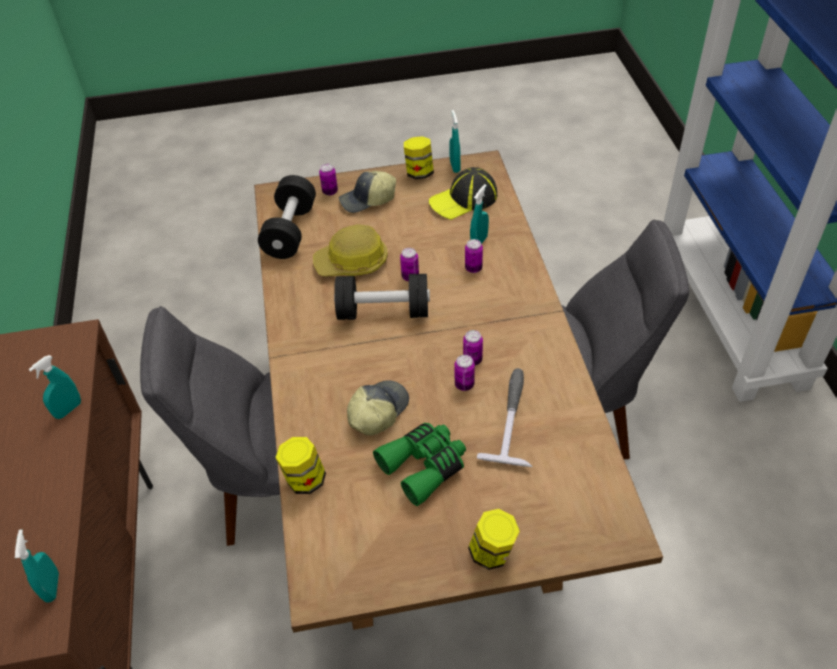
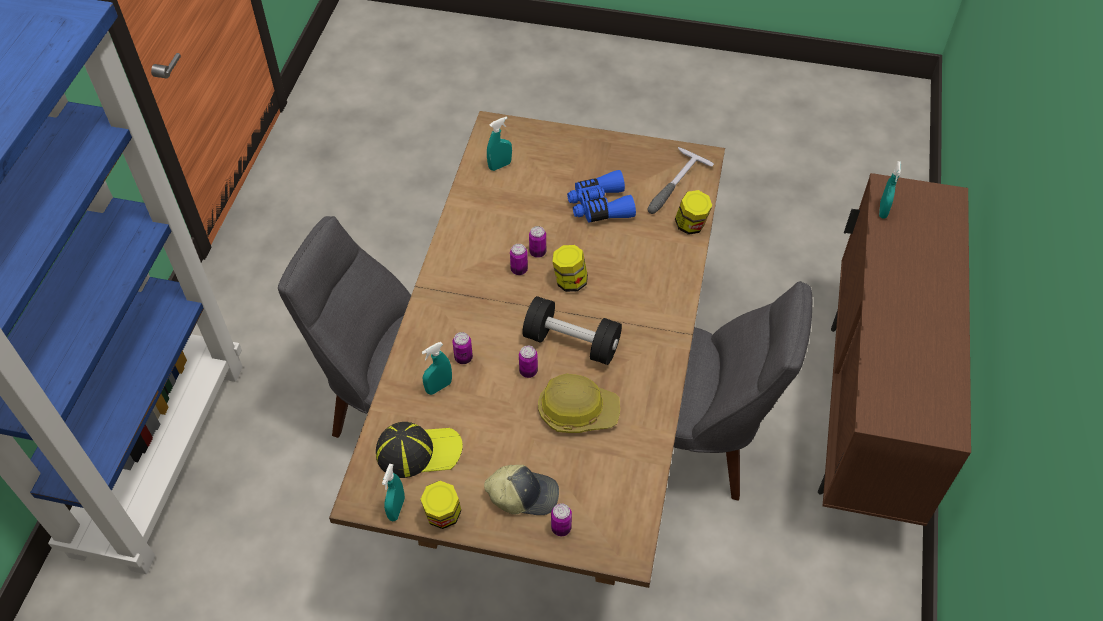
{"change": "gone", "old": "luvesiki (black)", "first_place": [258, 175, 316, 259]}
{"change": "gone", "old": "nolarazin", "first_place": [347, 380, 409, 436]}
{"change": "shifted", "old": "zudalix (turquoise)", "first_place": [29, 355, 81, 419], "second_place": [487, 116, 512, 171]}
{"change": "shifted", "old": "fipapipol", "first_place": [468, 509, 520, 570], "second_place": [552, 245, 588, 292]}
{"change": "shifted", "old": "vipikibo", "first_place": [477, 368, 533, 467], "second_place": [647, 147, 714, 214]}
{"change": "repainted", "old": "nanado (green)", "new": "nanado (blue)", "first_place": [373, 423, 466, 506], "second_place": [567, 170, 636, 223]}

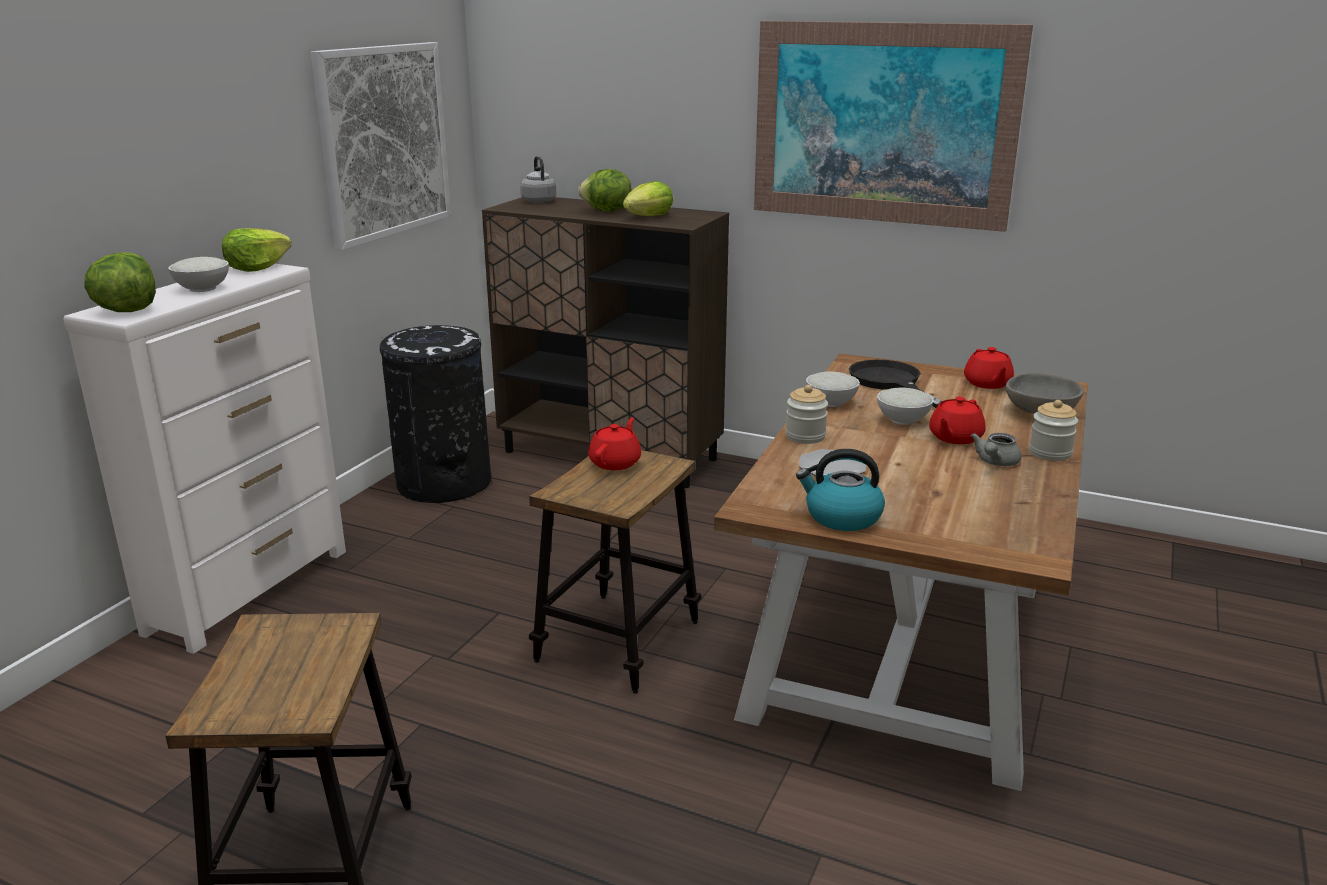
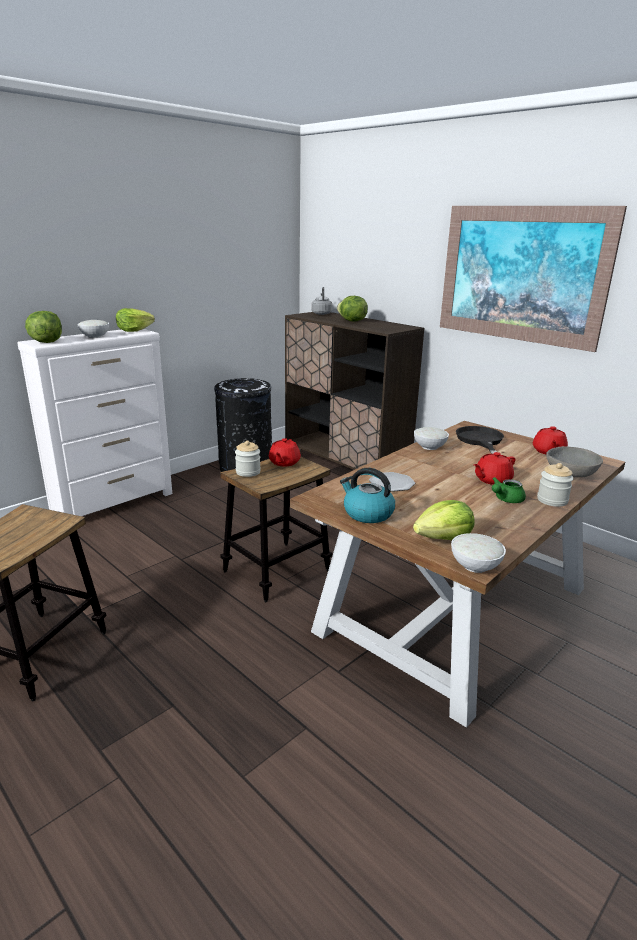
{"change": "gone", "old": "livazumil", "first_place": [311, 42, 451, 250]}
{"change": "shifted", "old": "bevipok", "first_place": [623, 181, 673, 216], "second_place": [413, 500, 474, 540]}
{"change": "shifted", "old": "fipapipol", "first_place": [786, 385, 828, 444], "second_place": [235, 441, 261, 477]}
{"change": "shifted", "old": "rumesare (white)", "first_place": [877, 388, 934, 425], "second_place": [451, 533, 506, 573]}
{"change": "repainted", "old": "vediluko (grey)", "new": "vediluko (green)", "first_place": [971, 433, 1021, 466], "second_place": [492, 477, 526, 503]}
{"change": "rotated", "old": "vediluko (red)", "first_place": [588, 418, 641, 470], "second_place": [269, 438, 301, 466], "degrees": 150}

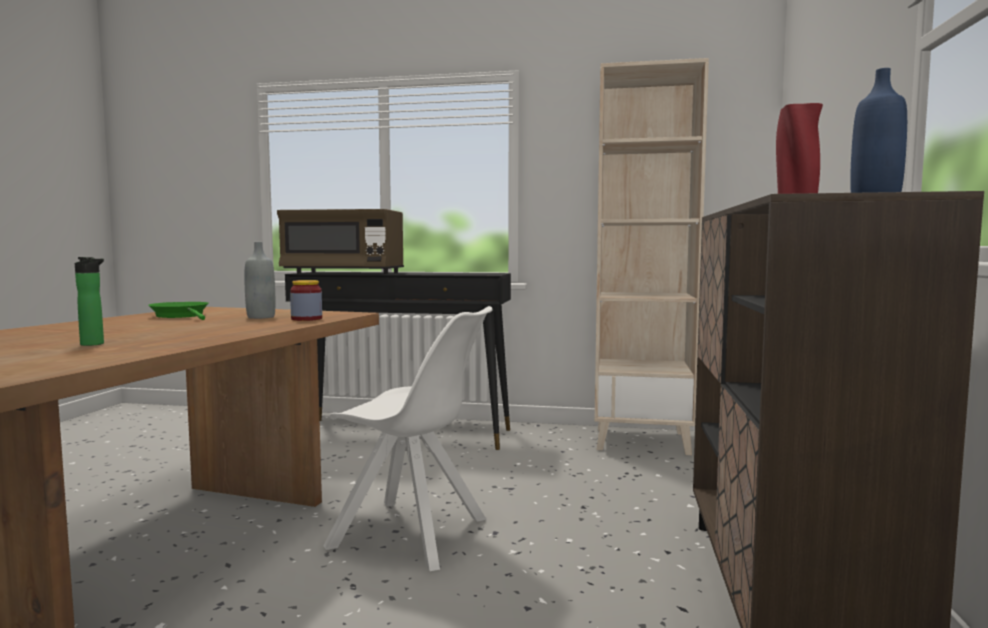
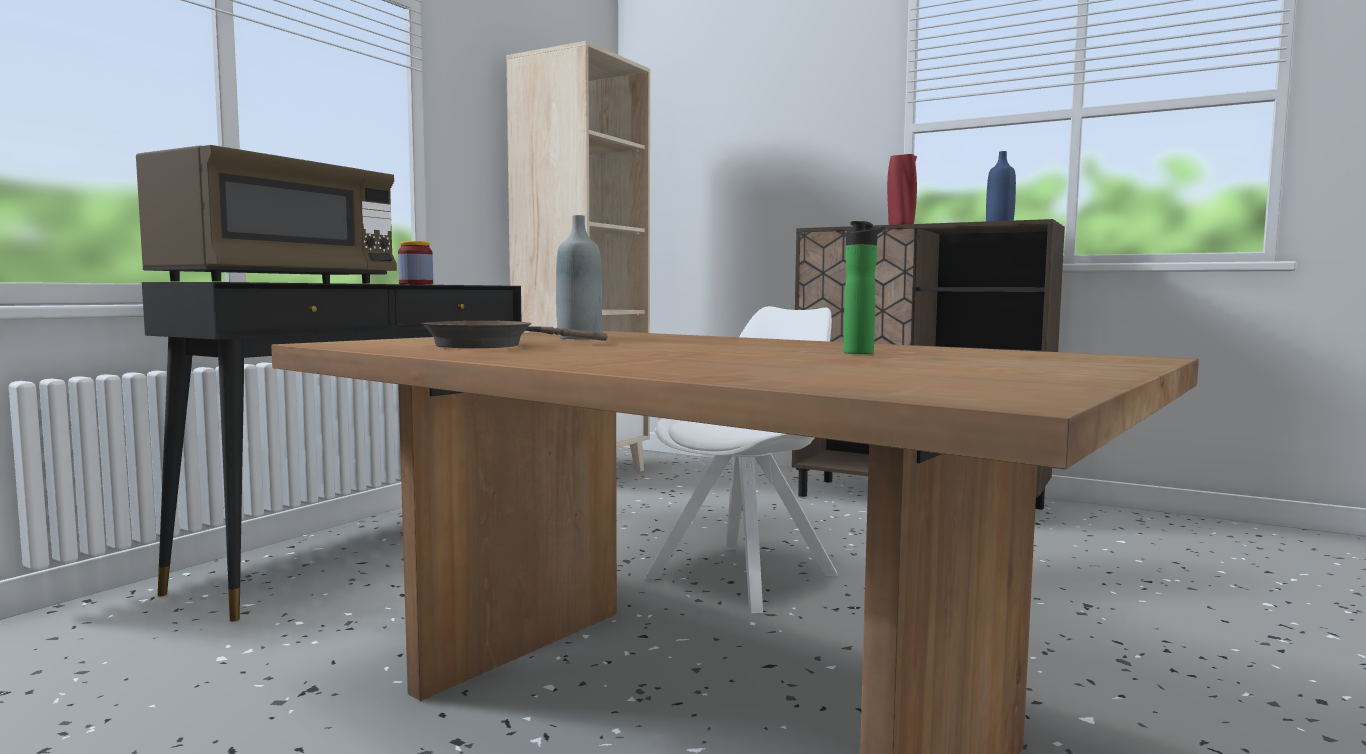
{"change": "shifted", "old": "fipapipol", "first_place": [290, 280, 322, 321], "second_place": [398, 241, 433, 284]}
{"change": "repainted", "old": "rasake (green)", "new": "rasake (brown)", "first_place": [148, 302, 209, 320], "second_place": [422, 321, 607, 348]}

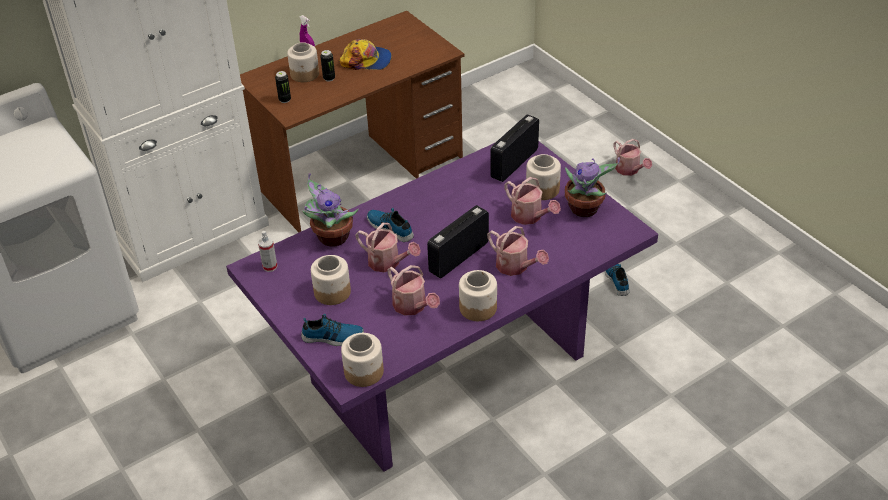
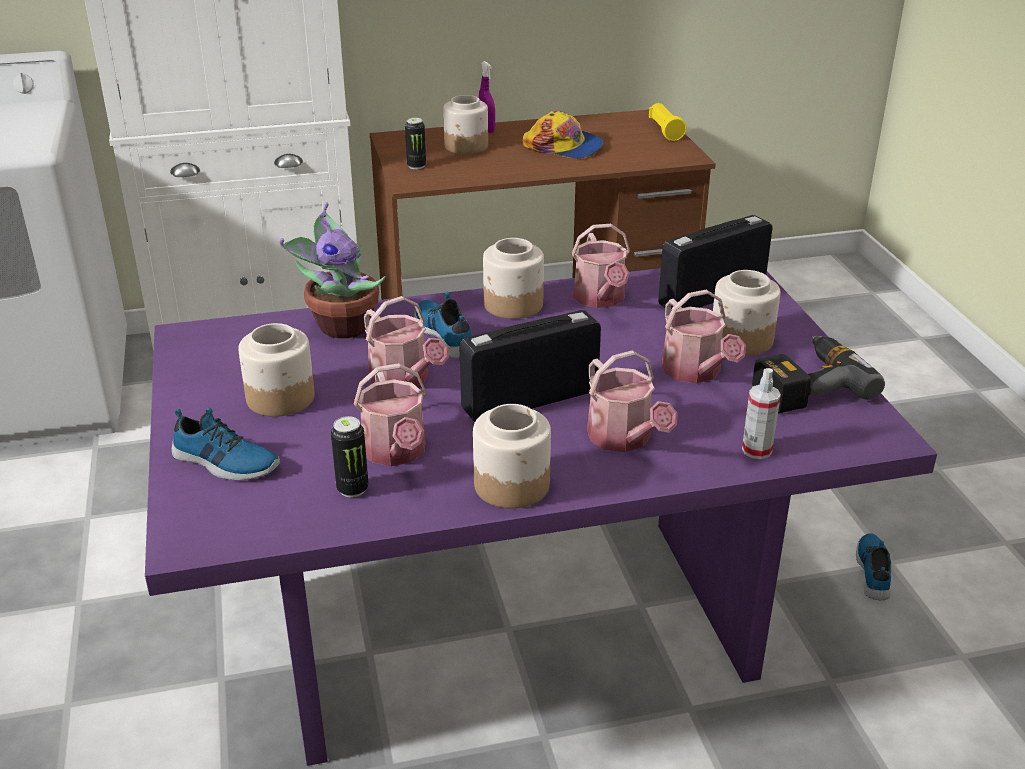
{"change": "new", "new": "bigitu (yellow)", "second_place": [649, 103, 687, 141]}
{"change": "shifted", "old": "zudalix", "first_place": [258, 231, 277, 272], "second_place": [742, 368, 781, 459]}
{"change": "shifted", "old": "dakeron", "first_place": [320, 50, 335, 82], "second_place": [331, 416, 369, 497]}
{"change": "shifted", "old": "fipapipol", "first_place": [341, 333, 384, 387], "second_place": [483, 238, 544, 319]}
{"change": "shifted", "old": "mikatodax", "first_place": [614, 139, 652, 176], "second_place": [572, 224, 630, 308]}
{"change": "swapped", "old": "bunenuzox", "new": "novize", "first_place": [565, 157, 620, 217], "second_place": [752, 335, 885, 413]}

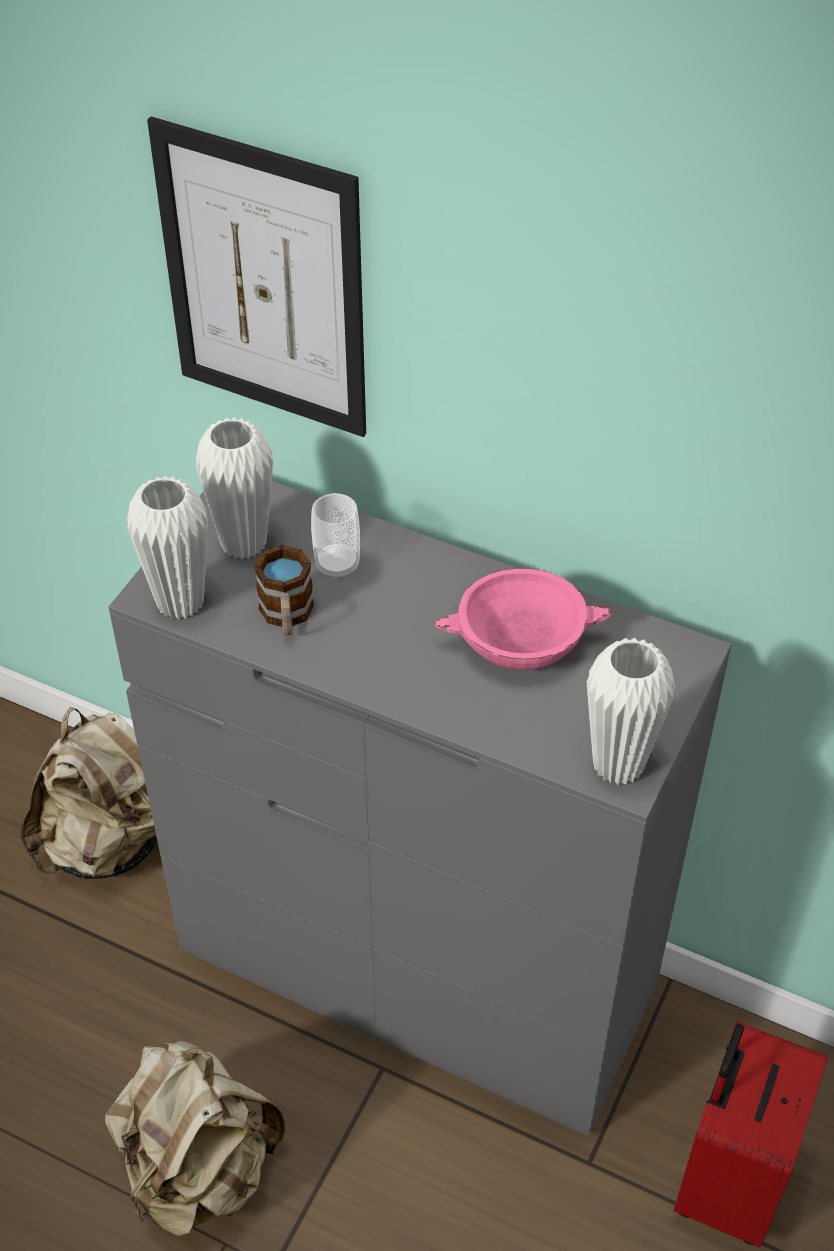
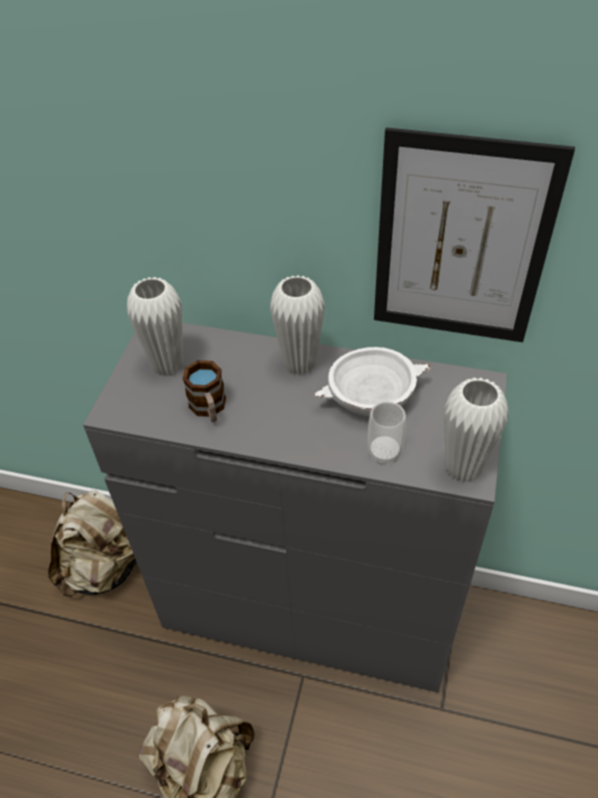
{"change": "gone", "old": "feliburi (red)", "first_place": [674, 1021, 827, 1248]}
{"change": "shifted", "old": "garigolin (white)", "first_place": [127, 476, 208, 620], "second_place": [270, 275, 325, 376]}
{"change": "shifted", "old": "livazumil", "first_place": [147, 116, 366, 437], "second_place": [374, 127, 575, 342]}
{"change": "shifted", "old": "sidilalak", "first_place": [311, 493, 360, 578], "second_place": [368, 402, 406, 465]}
{"change": "repainted", "old": "rumesare (pink)", "new": "rumesare (white)", "first_place": [434, 569, 612, 670], "second_place": [314, 347, 431, 416]}

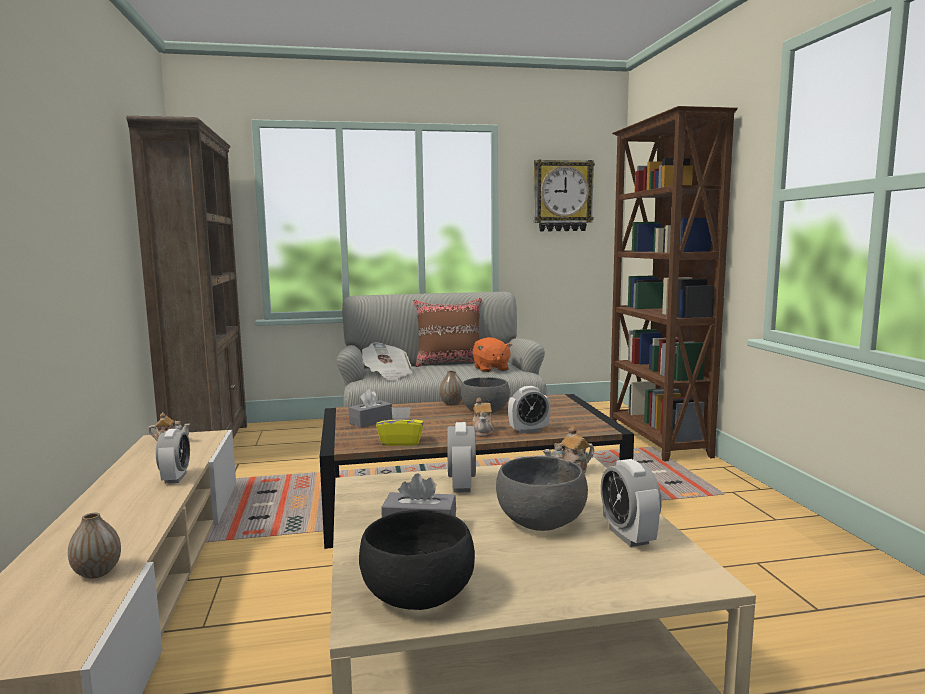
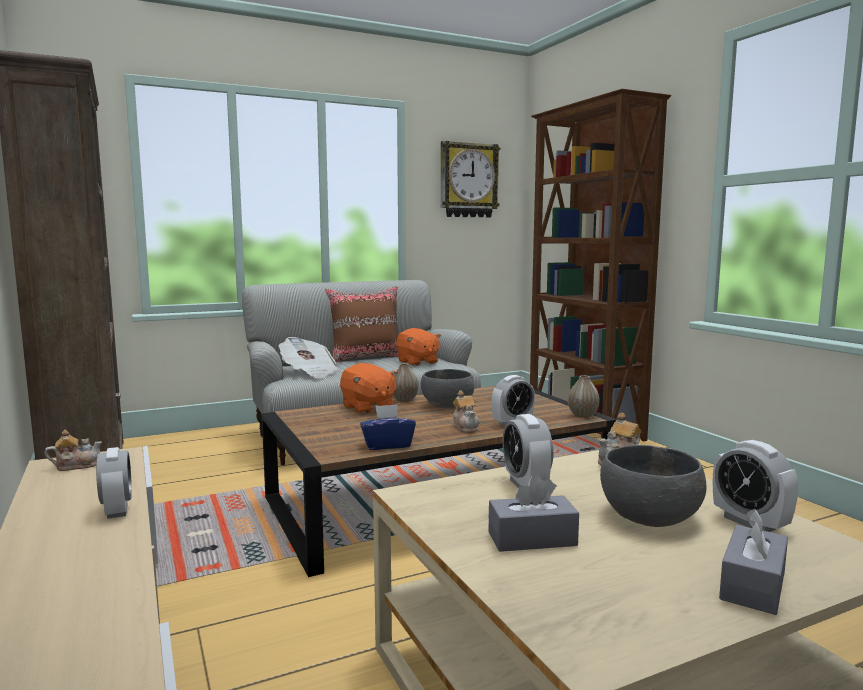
{"change": "gone", "old": "rumesare (black)", "first_place": [359, 510, 475, 610]}
{"change": "new", "new": "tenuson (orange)", "second_place": [340, 363, 398, 414]}
{"change": "shifted", "old": "garigolin", "first_place": [68, 513, 121, 579], "second_place": [568, 375, 599, 418]}
{"change": "shifted", "old": "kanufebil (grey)", "first_place": [349, 389, 392, 428], "second_place": [719, 509, 788, 615]}
{"change": "repainted", "old": "kanufebil (yellow)", "new": "kanufebil (blue)", "first_place": [376, 407, 424, 446], "second_place": [360, 404, 416, 450]}

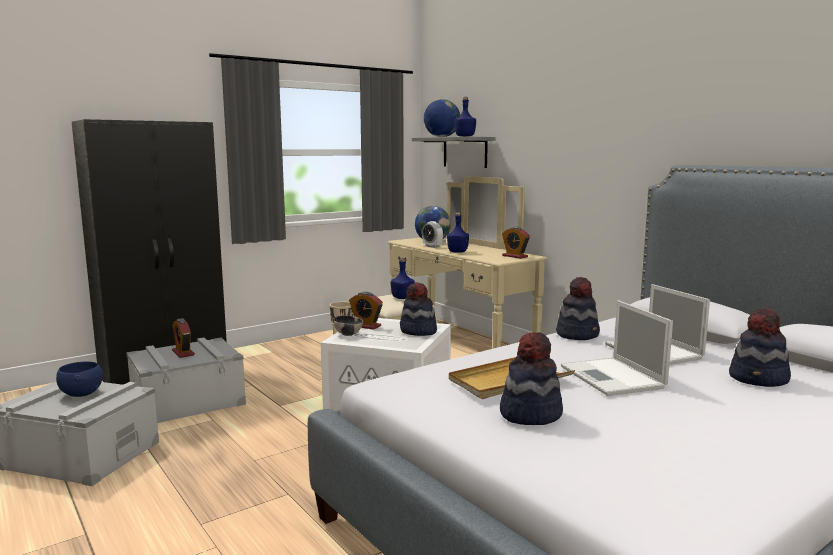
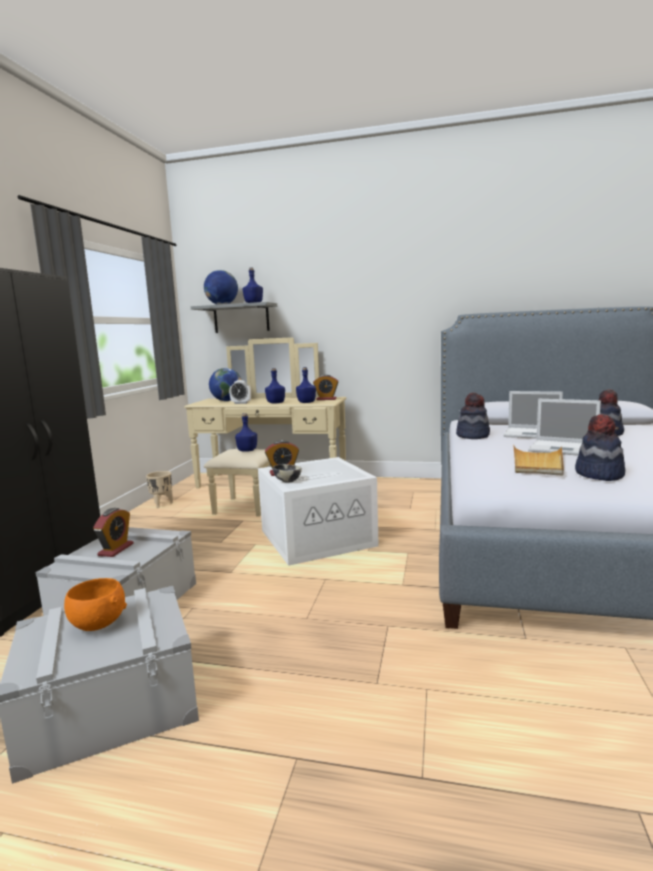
{"change": "gone", "old": "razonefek", "first_place": [400, 282, 437, 336]}
{"change": "new", "new": "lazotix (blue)", "second_place": [296, 367, 316, 403]}
{"change": "repainted", "old": "rumesare (blue)", "new": "rumesare (orange)", "first_place": [56, 361, 103, 397], "second_place": [64, 578, 127, 631]}
{"change": "rotated", "old": "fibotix", "first_place": [172, 318, 195, 358], "second_place": [93, 508, 134, 557], "degrees": -90}

